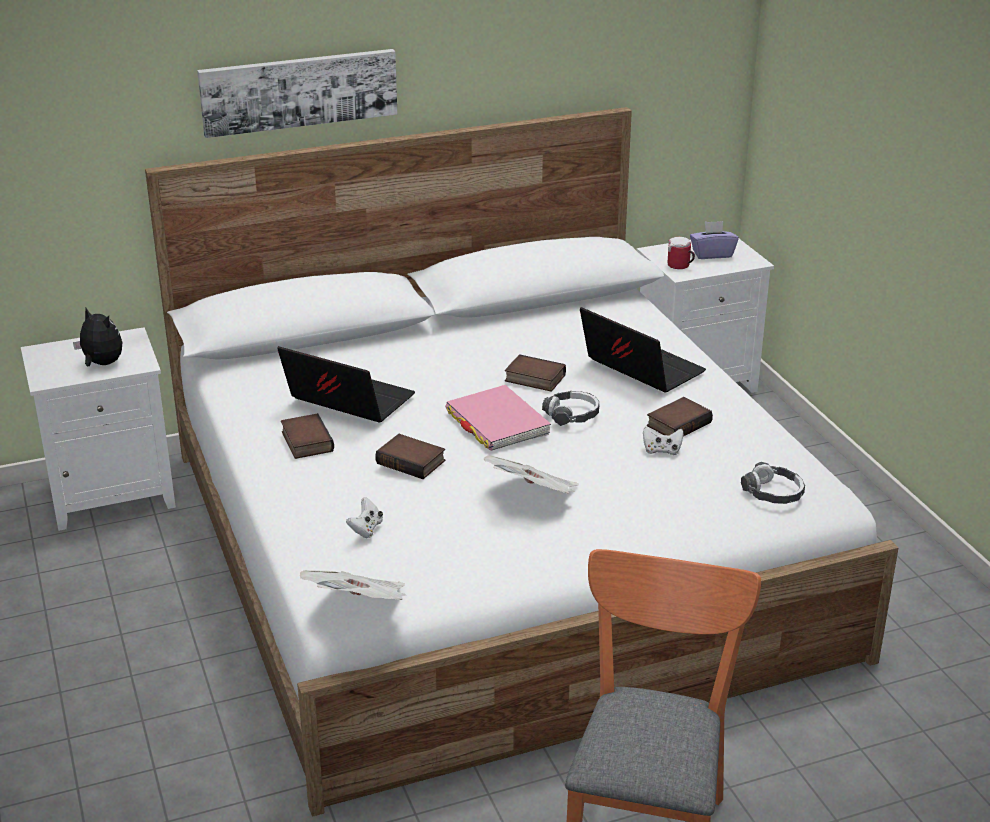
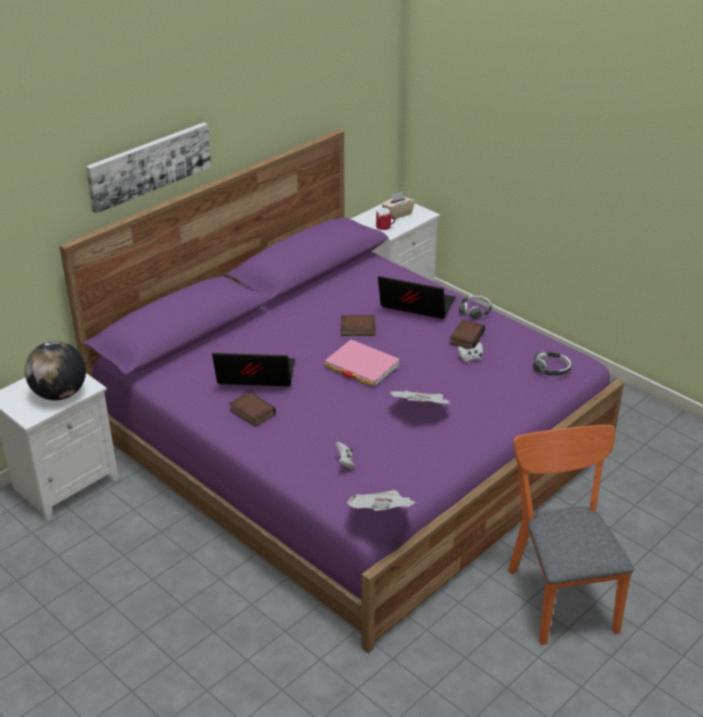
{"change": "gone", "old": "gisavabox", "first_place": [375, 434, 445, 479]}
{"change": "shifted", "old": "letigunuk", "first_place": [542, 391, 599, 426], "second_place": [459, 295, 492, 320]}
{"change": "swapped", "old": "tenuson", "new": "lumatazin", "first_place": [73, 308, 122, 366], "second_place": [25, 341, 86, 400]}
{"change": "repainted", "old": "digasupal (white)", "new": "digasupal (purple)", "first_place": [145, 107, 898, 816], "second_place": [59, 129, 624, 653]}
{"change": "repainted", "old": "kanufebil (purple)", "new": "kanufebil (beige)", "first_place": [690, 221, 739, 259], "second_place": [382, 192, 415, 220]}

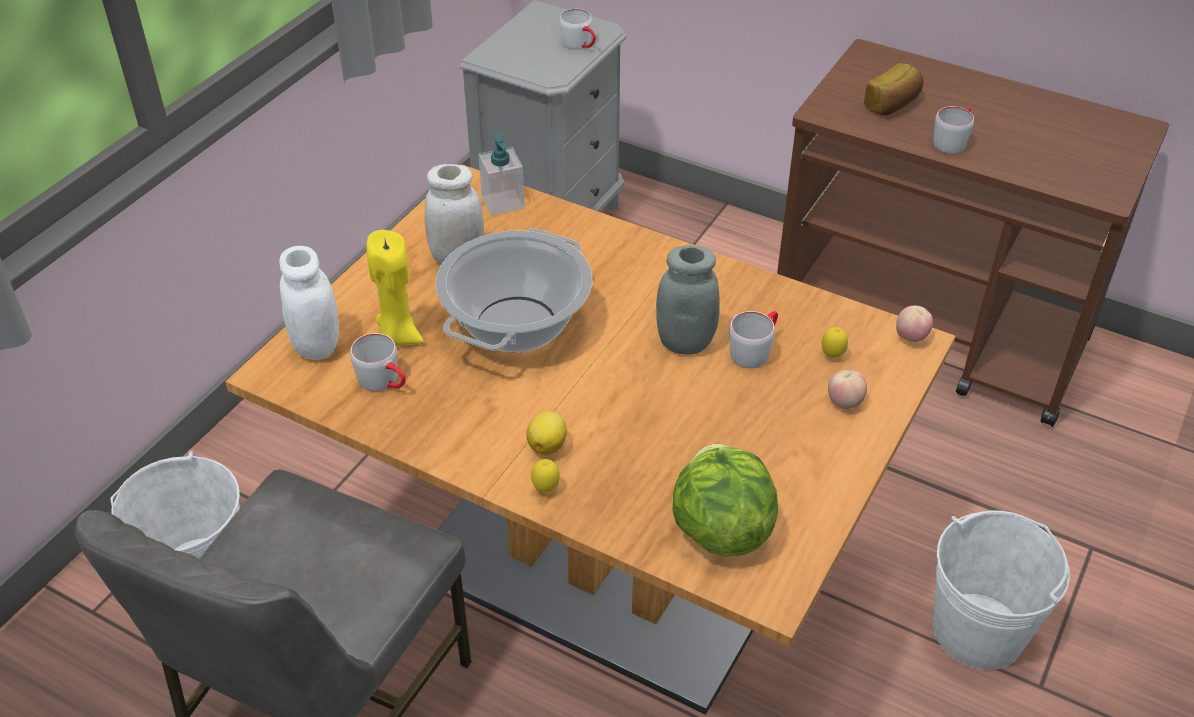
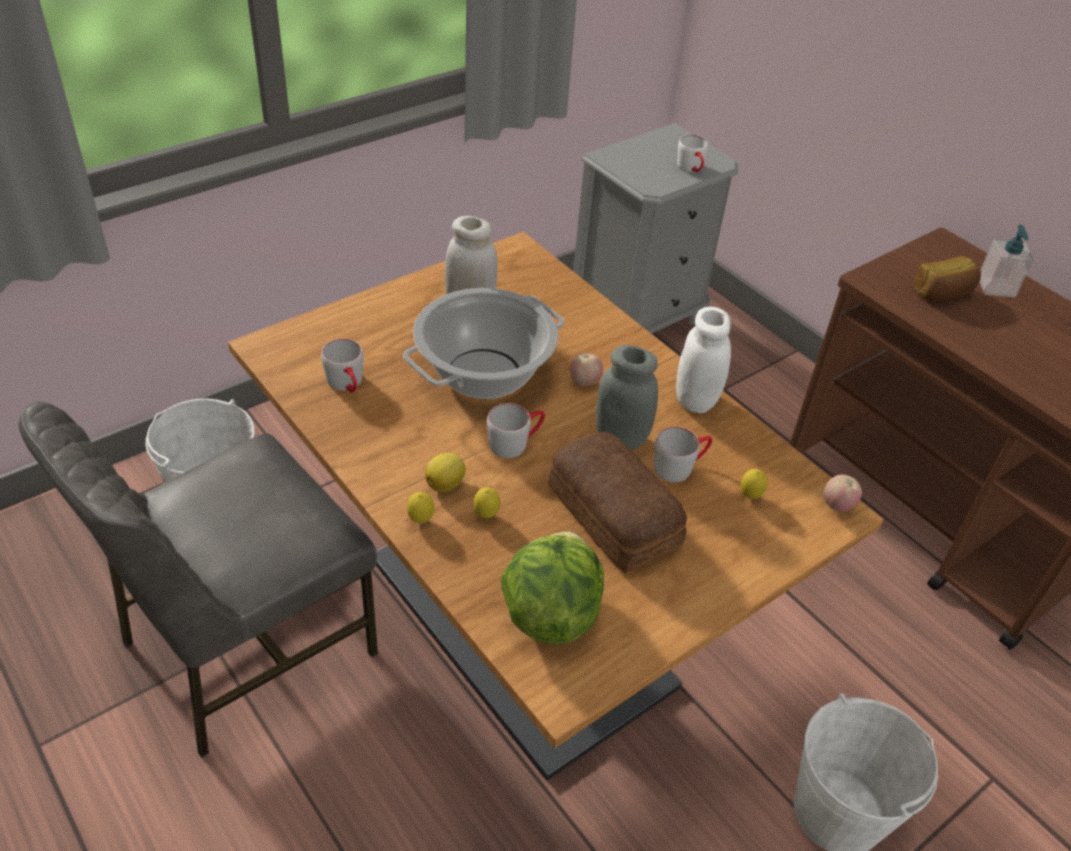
{"change": "gone", "old": "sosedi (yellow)", "first_place": [366, 230, 423, 346]}
{"change": "new", "new": "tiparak", "second_place": [473, 487, 500, 518]}
{"change": "new", "new": "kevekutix", "second_place": [548, 432, 687, 574]}
{"change": "shifted", "old": "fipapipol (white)", "first_place": [279, 246, 339, 360], "second_place": [676, 307, 731, 413]}
{"change": "shifted", "old": "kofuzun", "first_place": [478, 133, 525, 216], "second_place": [980, 225, 1034, 297]}
{"change": "shifted", "old": "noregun", "first_place": [828, 370, 867, 409], "second_place": [570, 353, 603, 386]}
{"change": "shifted", "old": "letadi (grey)", "first_place": [933, 106, 974, 154], "second_place": [487, 403, 545, 458]}

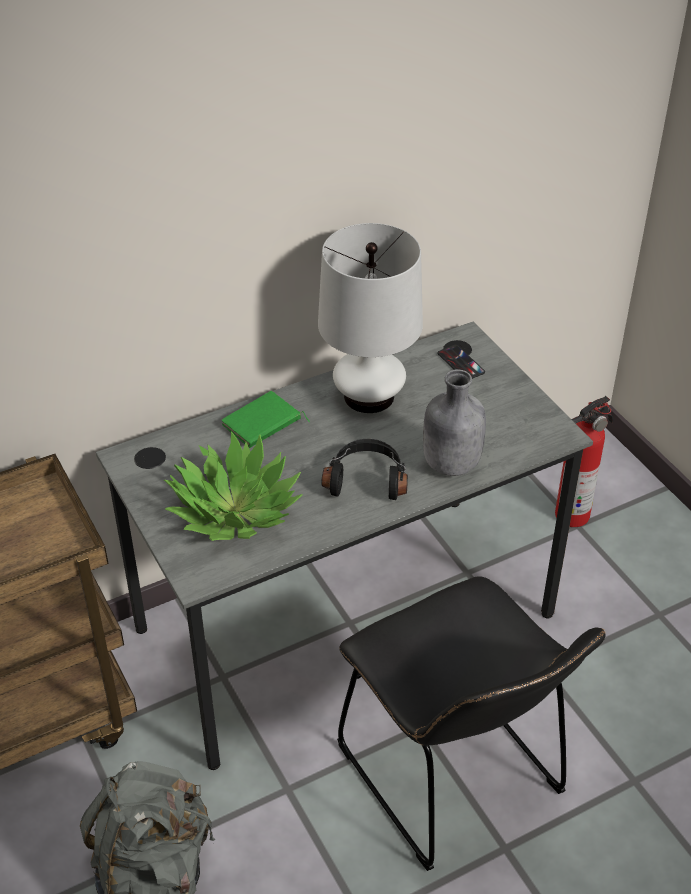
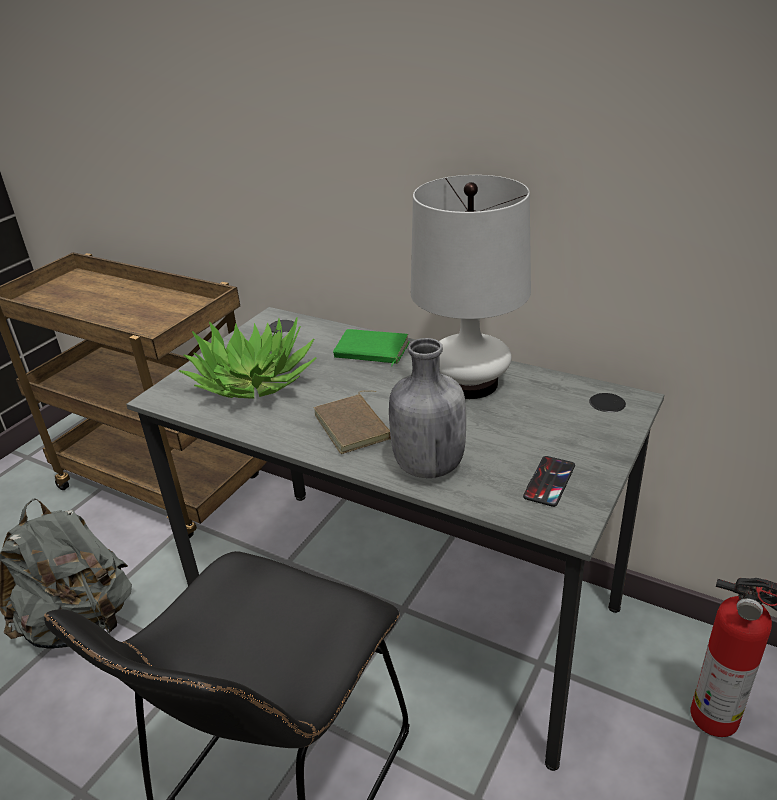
{"change": "shifted", "old": "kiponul", "first_place": [437, 345, 485, 379], "second_place": [523, 456, 575, 507]}
{"change": "swapped", "old": "letigunuk (black)", "new": "gisavabox (brown)", "first_place": [321, 439, 408, 500], "second_place": [314, 391, 391, 454]}

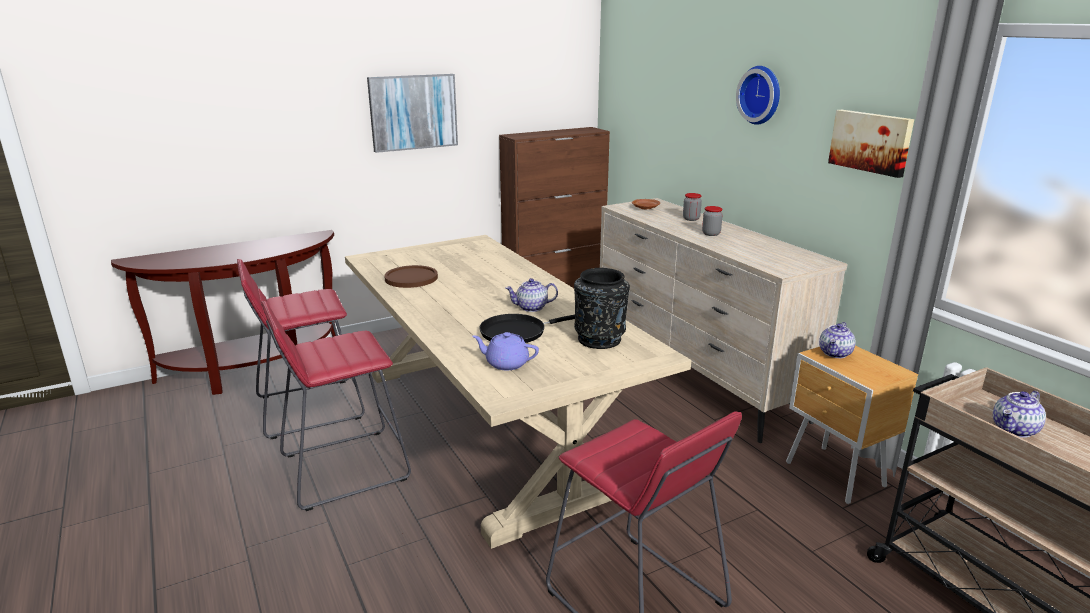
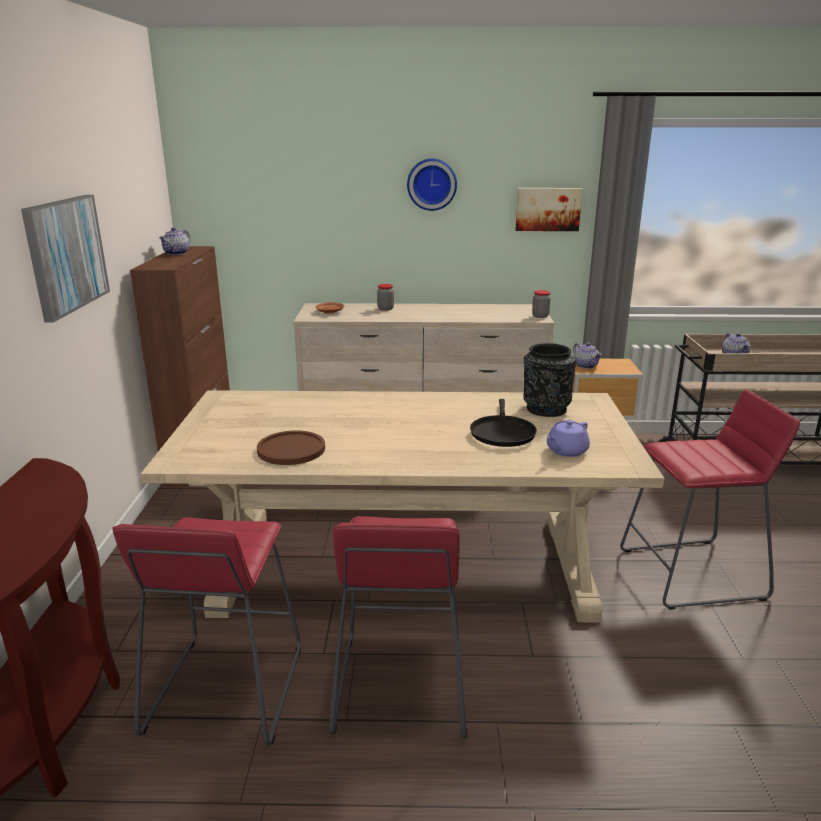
{"change": "shifted", "old": "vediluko", "first_place": [505, 278, 558, 312], "second_place": [159, 227, 190, 255]}
{"change": "shifted", "old": "fipapipol", "first_place": [702, 206, 723, 236], "second_place": [532, 290, 551, 318]}

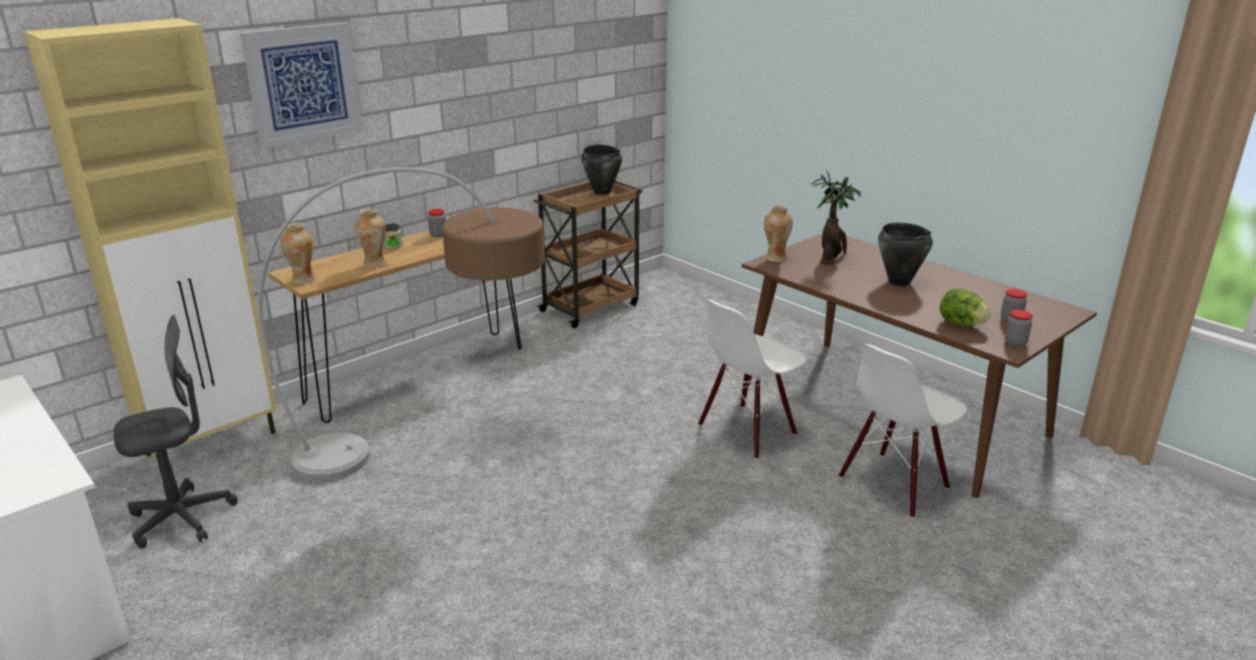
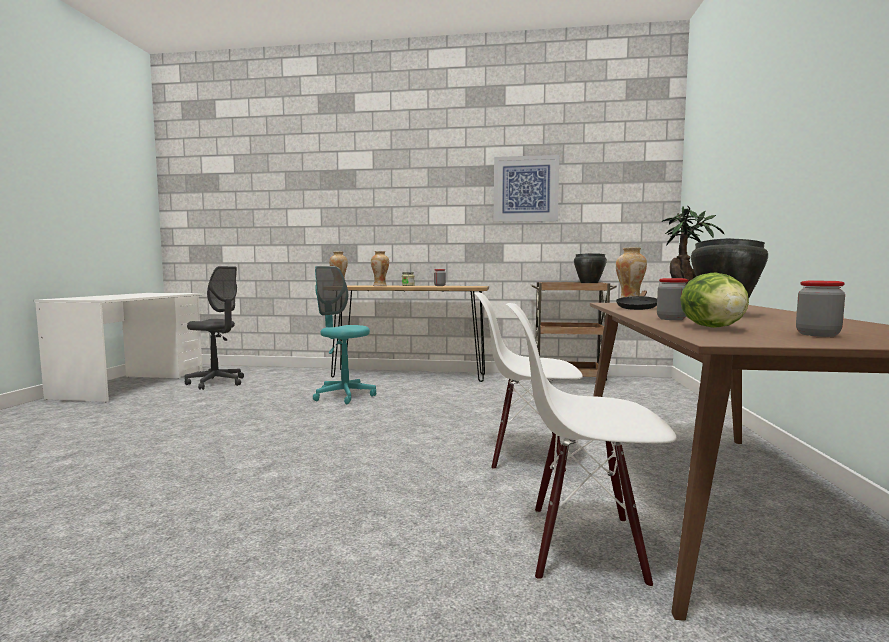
{"change": "gone", "old": "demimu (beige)", "first_place": [24, 18, 276, 469]}
{"change": "new", "new": "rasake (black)", "second_place": [616, 291, 657, 310]}
{"change": "shifted", "old": "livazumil", "first_place": [240, 22, 363, 148], "second_place": [494, 155, 559, 222]}
{"change": "shifted", "old": "fipapipol", "first_place": [1005, 310, 1033, 347], "second_place": [657, 278, 688, 320]}
{"change": "swapped", "old": "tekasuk", "new": "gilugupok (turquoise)", "first_place": [258, 167, 545, 481], "second_place": [313, 266, 376, 404]}

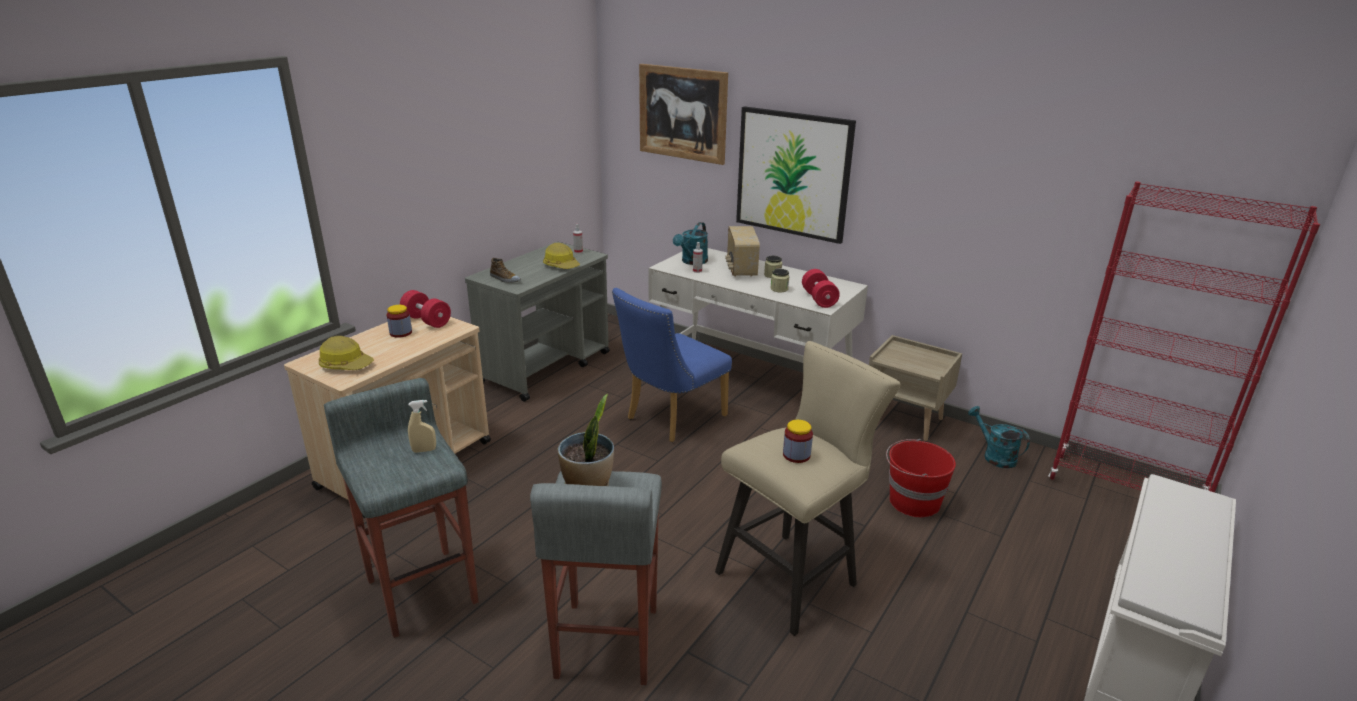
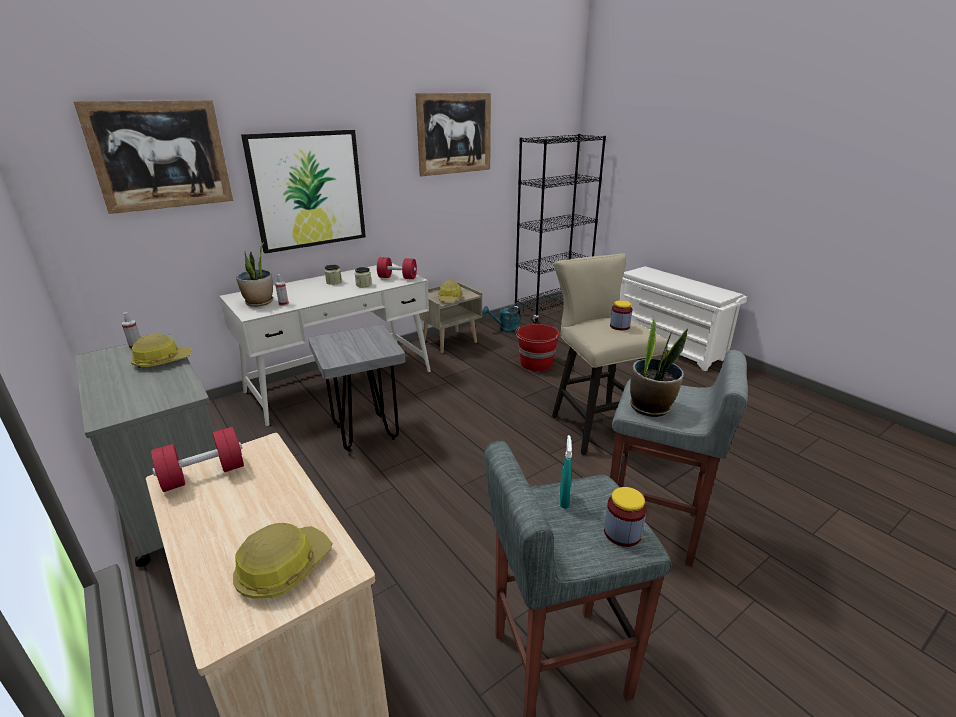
{"change": "gone", "old": "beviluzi", "first_place": [490, 258, 521, 283]}
{"change": "gone", "old": "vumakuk", "first_place": [725, 226, 760, 277]}
{"change": "new", "new": "livazumil", "second_place": [415, 93, 491, 176]}
{"change": "new", "new": "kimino", "second_place": [438, 280, 463, 302]}
{"change": "shifted", "old": "fipapipol", "first_place": [387, 305, 412, 338], "second_place": [604, 487, 647, 547]}
{"change": "swapped", "old": "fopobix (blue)", "new": "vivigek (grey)", "first_place": [612, 288, 732, 442], "second_place": [308, 325, 405, 451]}
{"change": "swapped", "old": "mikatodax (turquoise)", "new": "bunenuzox", "first_place": [673, 222, 708, 265], "second_place": [236, 242, 273, 307]}
{"change": "repainted", "old": "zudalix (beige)", "new": "zudalix (turquoise)", "first_place": [408, 400, 436, 453], "second_place": [560, 435, 572, 509]}
{"change": "repainted", "old": "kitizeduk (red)", "new": "kitizeduk (black)", "first_place": [1048, 182, 1320, 493], "second_place": [514, 134, 606, 323]}

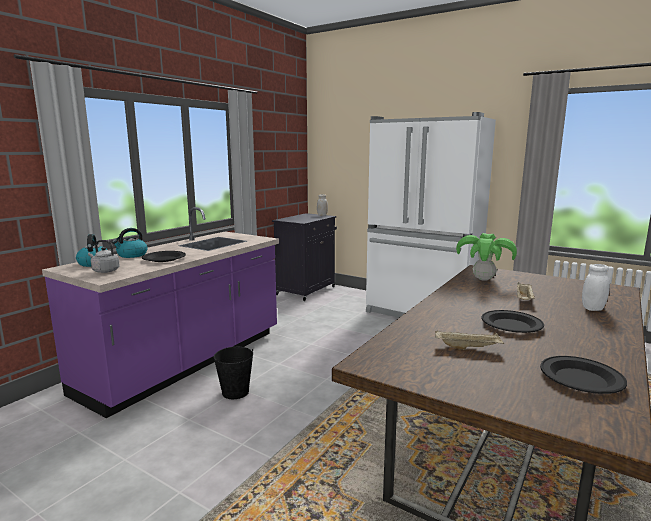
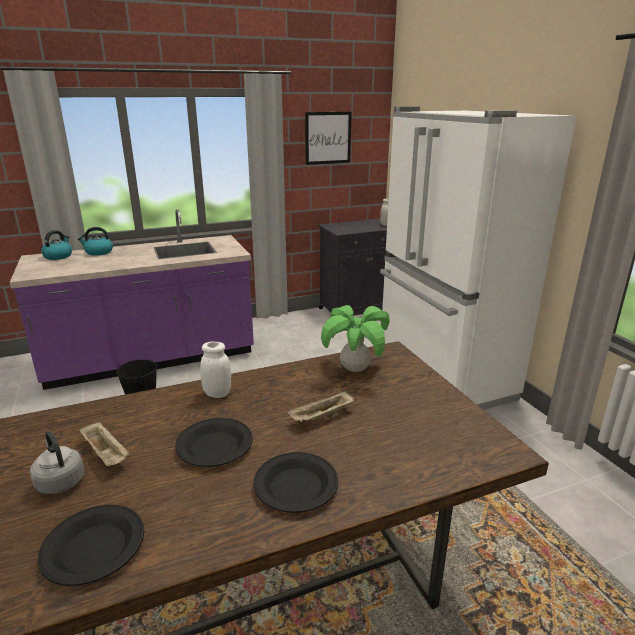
{"change": "new", "new": "livazumil", "second_place": [305, 112, 352, 165]}
{"change": "shifted", "old": "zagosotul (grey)", "first_place": [88, 240, 120, 273], "second_place": [30, 431, 84, 494]}
{"change": "shifted", "old": "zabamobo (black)", "first_place": [142, 251, 186, 262], "second_place": [254, 452, 338, 513]}
{"change": "shifted", "old": "fipapipol (white)", "first_place": [582, 264, 610, 311], "second_place": [200, 341, 231, 398]}

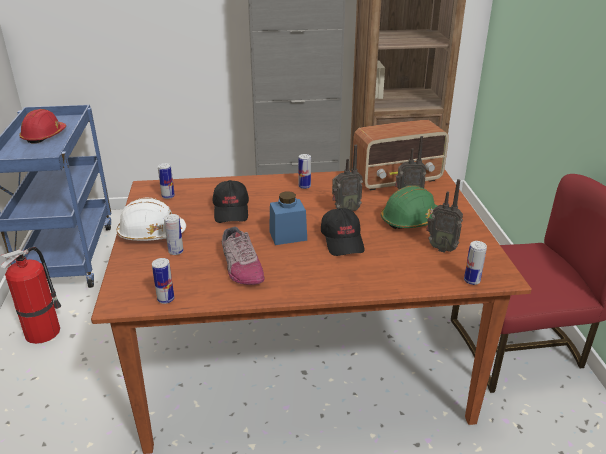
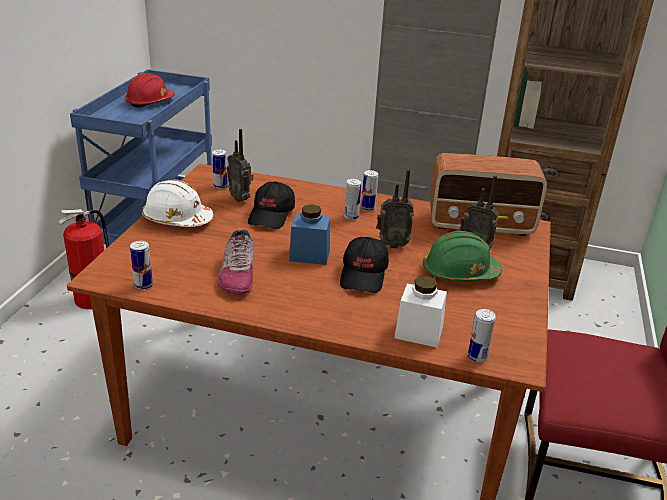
{"change": "new", "new": "fipapipol (white)", "second_place": [394, 276, 447, 348]}
{"change": "shifted", "old": "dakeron", "first_place": [164, 214, 184, 255], "second_place": [344, 179, 361, 220]}
{"change": "shifted", "old": "vumakuk", "first_place": [426, 179, 463, 253], "second_place": [227, 129, 253, 202]}

